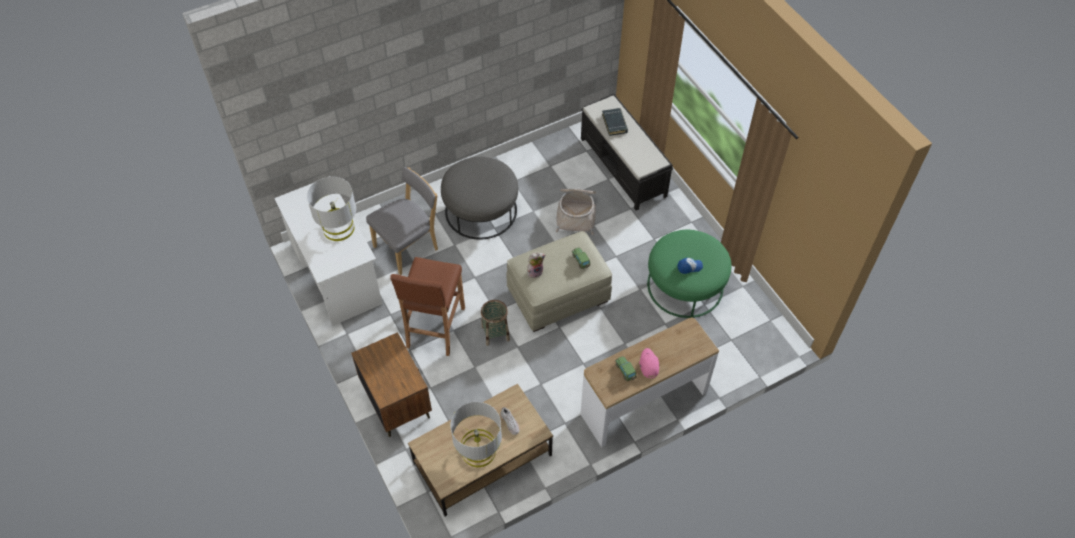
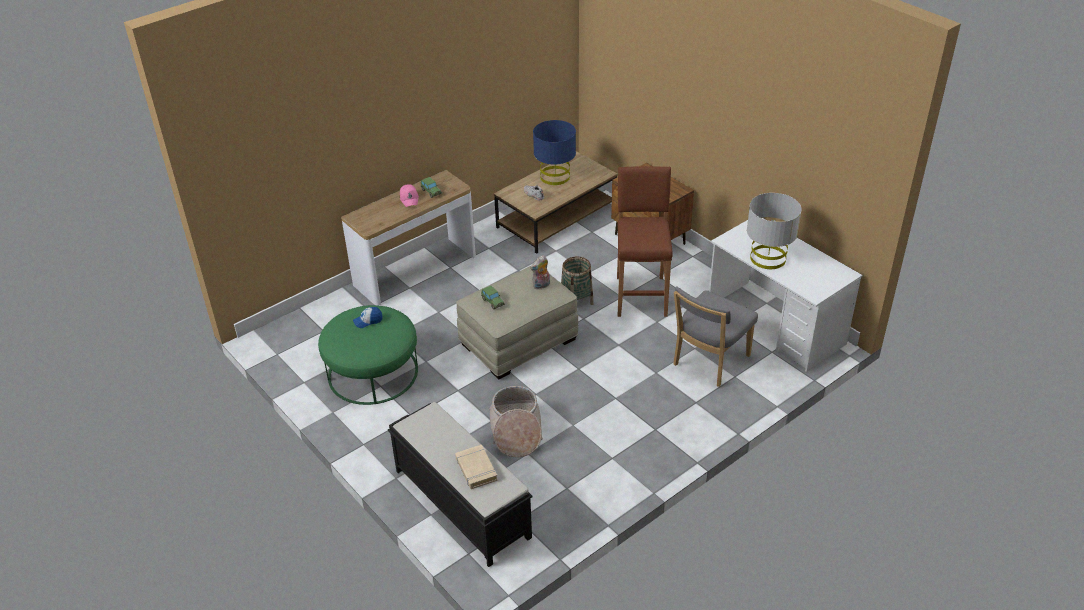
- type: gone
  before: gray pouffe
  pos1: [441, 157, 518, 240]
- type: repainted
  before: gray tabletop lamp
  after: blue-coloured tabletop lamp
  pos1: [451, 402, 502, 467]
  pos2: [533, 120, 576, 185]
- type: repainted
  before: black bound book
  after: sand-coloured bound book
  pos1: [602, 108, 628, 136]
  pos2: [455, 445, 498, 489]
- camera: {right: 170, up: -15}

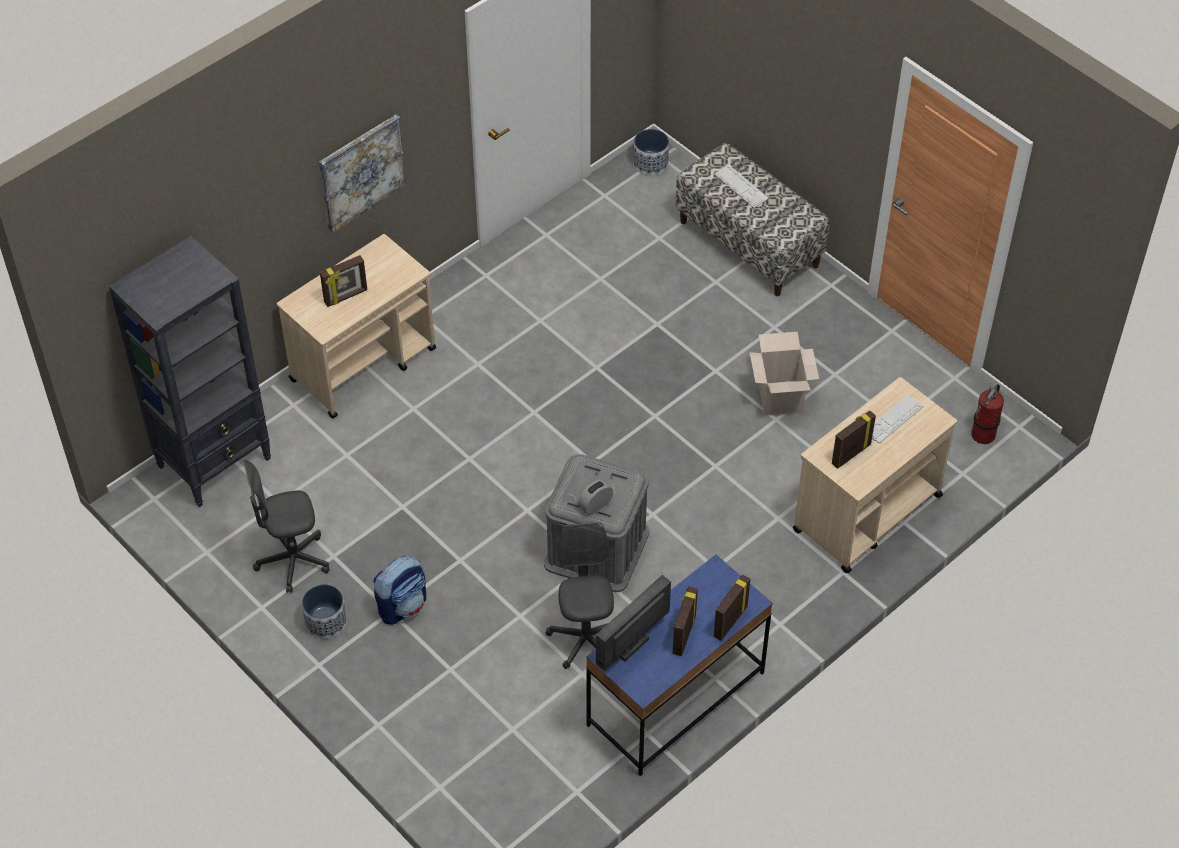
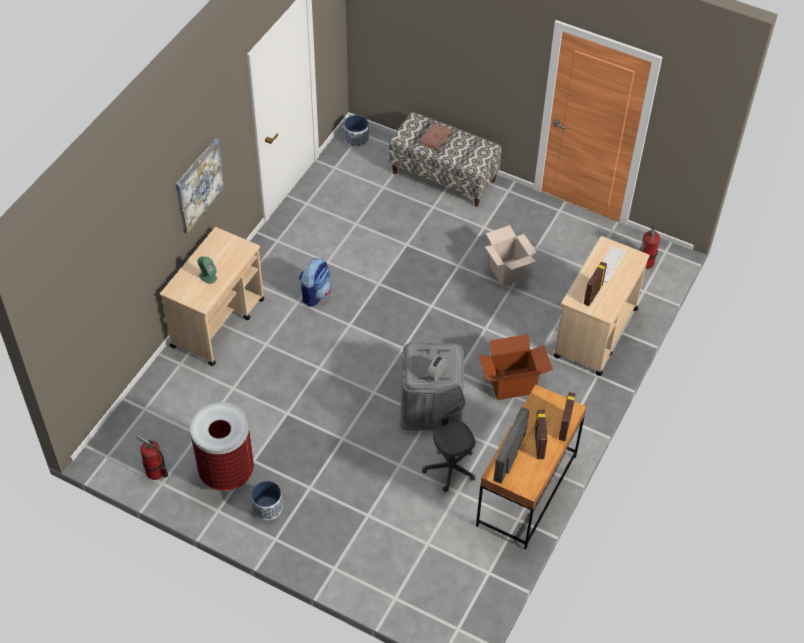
- type: gone
  before: black shelving unit
  pos1: [109, 236, 271, 507]
- type: new
  after: fire extinguisher
  pos2: [136, 434, 168, 480]
- type: new
  after: carton
  pos2: [478, 334, 553, 400]
- type: shifted
  before: knapsack
  pos1: [373, 556, 426, 625]
  pos2: [299, 258, 331, 307]
- type: swapped
  before: gray office chair
  after: waste bin
  pos1: [244, 460, 329, 593]
  pos2: [190, 402, 254, 491]
- type: swapped
  before: standing frame
  after: green-coloured speaker
  pos1: [320, 255, 367, 307]
  pos2: [198, 257, 217, 284]
- type: swapped
  before: computer keyboard
  after: brown-coloured bound book
  pos1: [714, 165, 769, 208]
  pos2: [418, 122, 453, 151]
- type: repainted
  before: blue-coloured desk unit
  after: brown-coloured desk unit
  pos1: [586, 554, 773, 776]
  pos2: [476, 385, 587, 549]
- camera: {right: -20, up: 0}

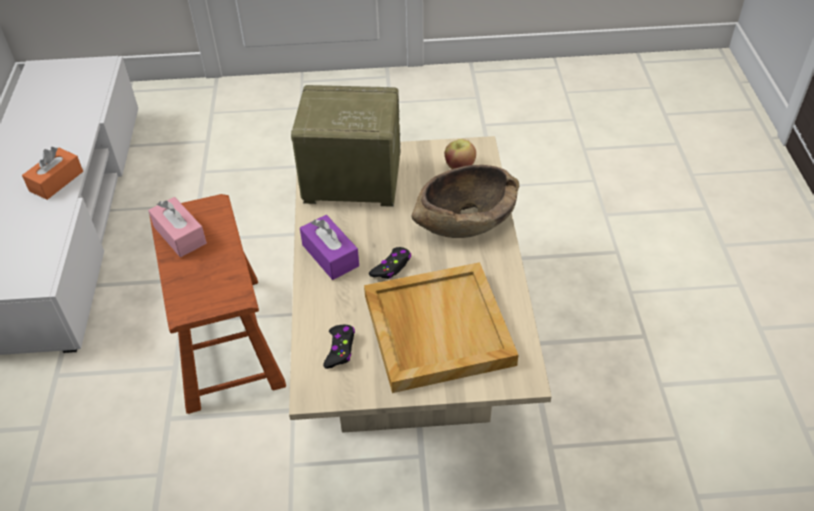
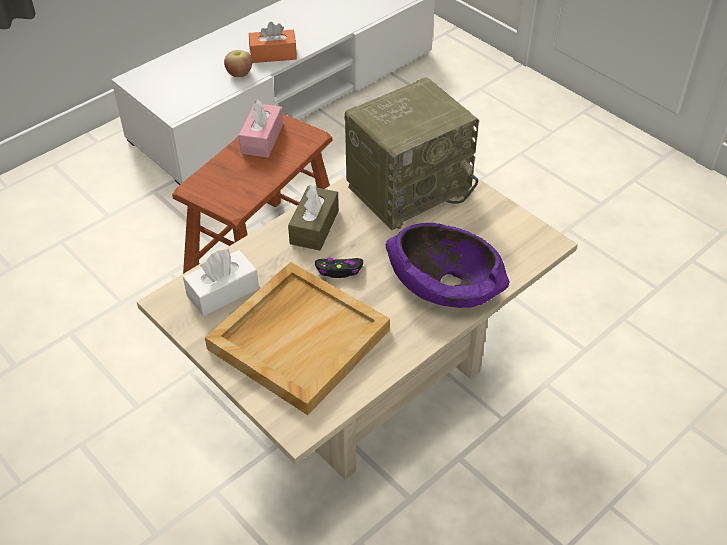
- type: shifted
  before: whole apple
  pos1: [445, 139, 476, 169]
  pos2: [224, 50, 252, 77]
- type: swapped
  before: black game controller
  after: white tissue holder
  pos1: [323, 325, 355, 369]
  pos2: [183, 249, 259, 316]
- type: repainted
  before: purple-coloured tissue holder
  after: brown-coloured tissue holder
  pos1: [300, 215, 359, 280]
  pos2: [288, 185, 339, 251]
- type: repainted
  before: brown-coloured deep dish
  after: purple-coloured deep dish
  pos1: [412, 165, 519, 238]
  pos2: [386, 223, 509, 308]
- type: rotated
  before: radio
  pos1: [291, 85, 400, 207]
  pos2: [345, 77, 479, 230]
  turn: 90
- camera: {right: 50, up: 0}

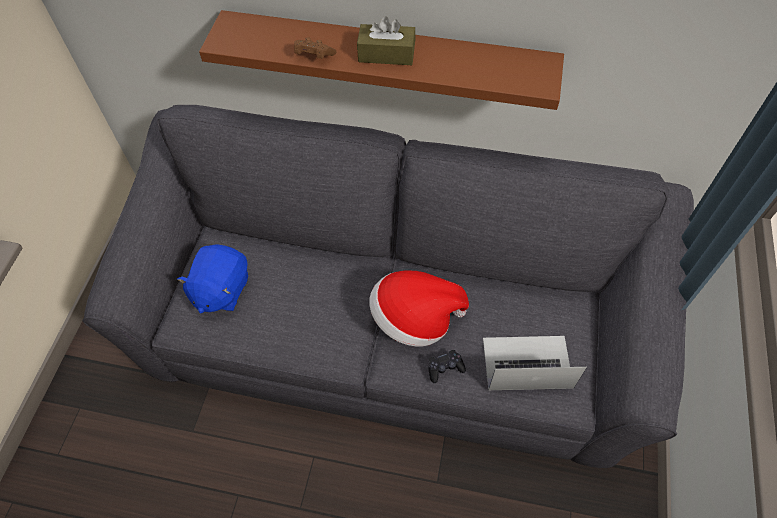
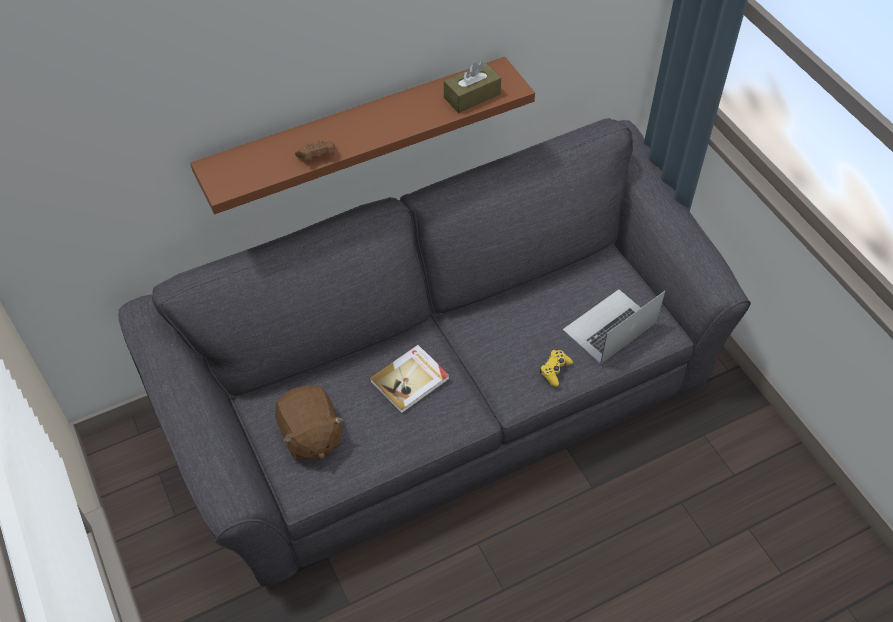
- type: gone
  before: hat
  pos1: [369, 270, 469, 346]
- type: new
  after: bound book
  pos2: [369, 345, 449, 414]
- type: shifted
  before: brown-coloured tissue holder
  pos1: [357, 16, 416, 65]
  pos2: [444, 62, 501, 113]
- type: repainted
  before: blue-coloured cuddly toy
  after: brown-coloured cuddly toy
  pos1: [177, 244, 248, 313]
  pos2: [275, 385, 344, 461]
- type: repainted
  before: black game controller
  after: yellow game controller
  pos1: [428, 350, 466, 383]
  pos2: [540, 350, 573, 387]
- camera: {right: -40, up: -5}

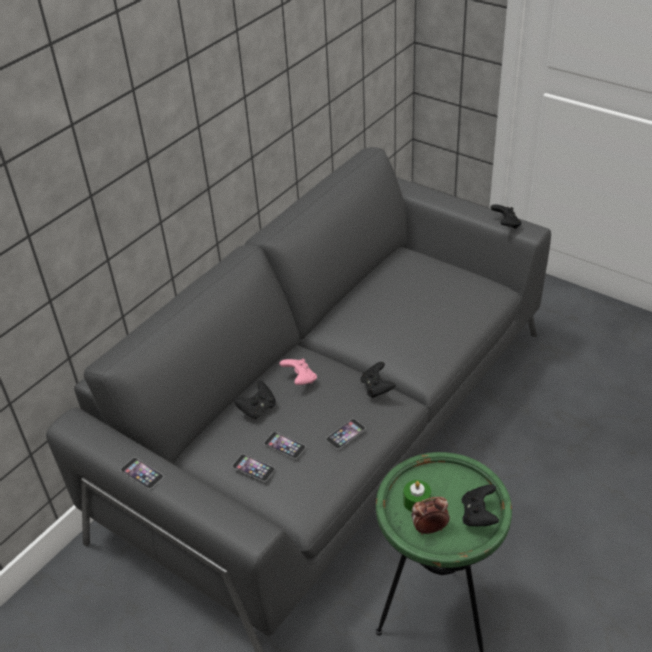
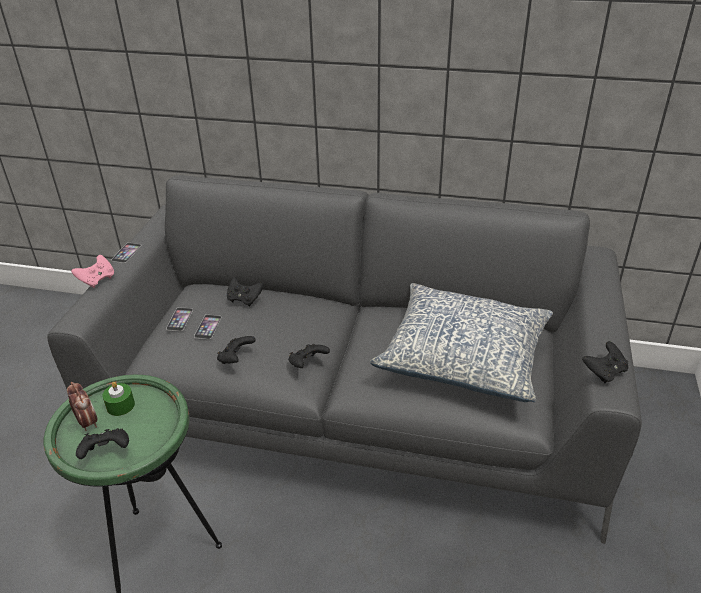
- type: new
  after: cushion
  pos2: [370, 283, 553, 402]
- type: shifted
  before: pink-coloured game controller
  pos1: [279, 358, 317, 385]
  pos2: [71, 255, 114, 288]
- type: swapped
  before: phone
  after: black game controller
  pos1: [326, 419, 366, 449]
  pos2: [217, 336, 256, 364]
- camera: {right: 65, up: -5}

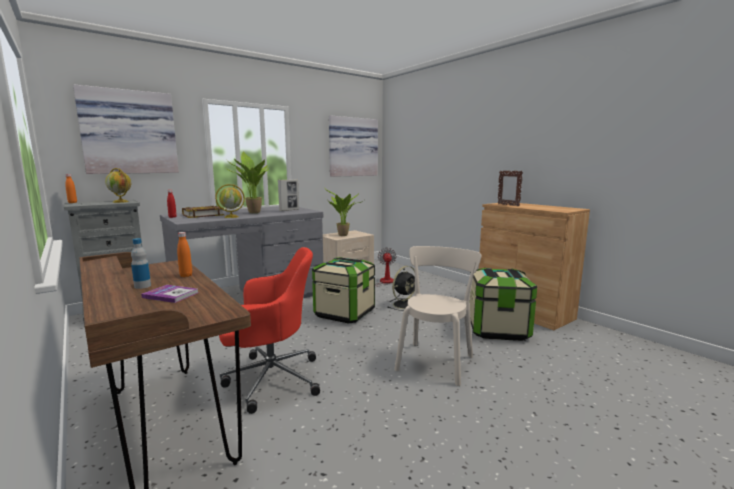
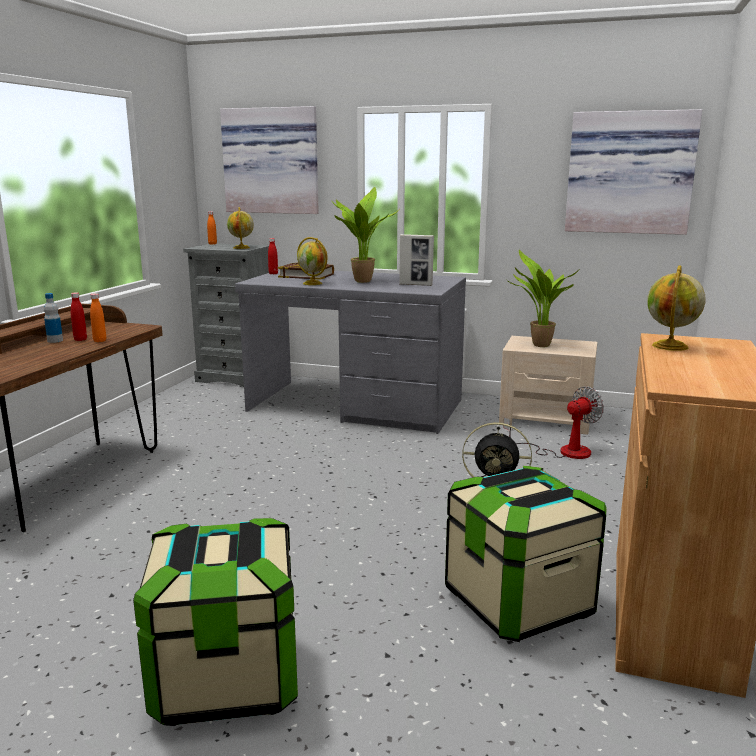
- type: gone
  before: bound book
  pos1: [141, 285, 198, 303]
- type: gone
  before: red office chair
  pos1: [219, 247, 320, 414]
- type: gone
  before: sand-coloured chair
  pos1: [394, 246, 481, 386]
- type: new
  after: red bottle
  pos2: [71, 292, 87, 341]
- type: shifted
  before: storage bin
  pos1: [312, 257, 375, 324]
  pos2: [133, 518, 298, 726]
- type: swapped
  before: standing frame
  after: globe
  pos1: [498, 171, 523, 207]
  pos2: [647, 265, 705, 351]
- camera: {right: 55, up: 5}

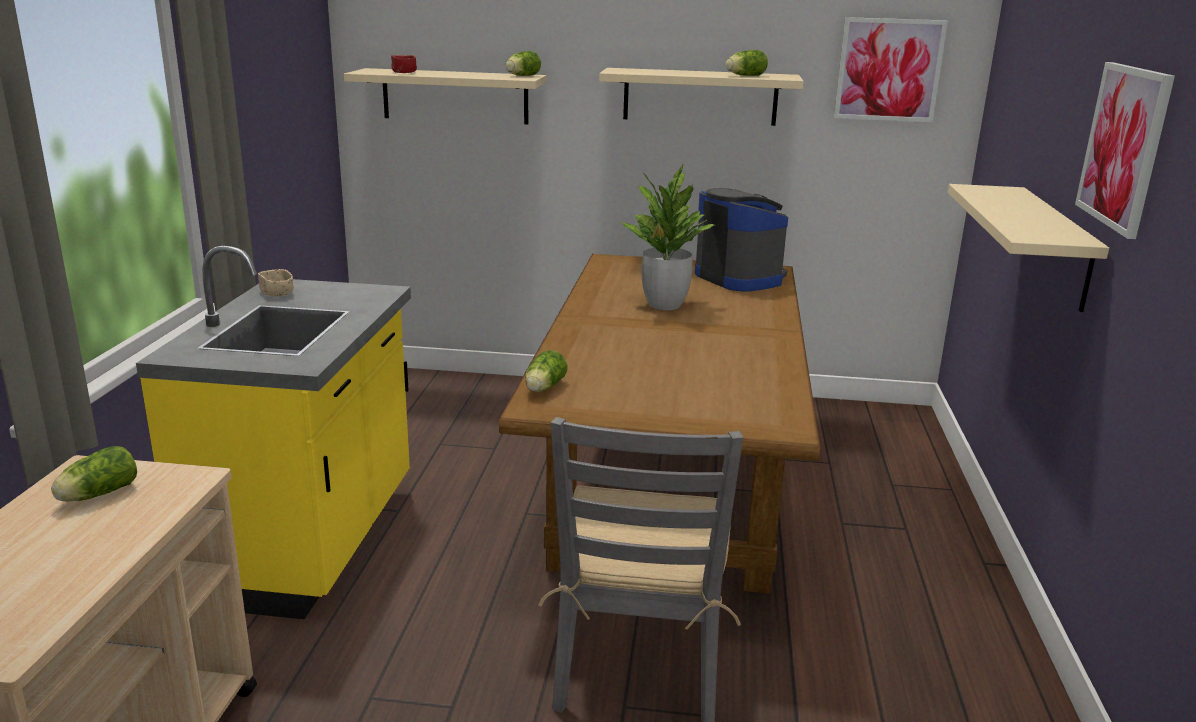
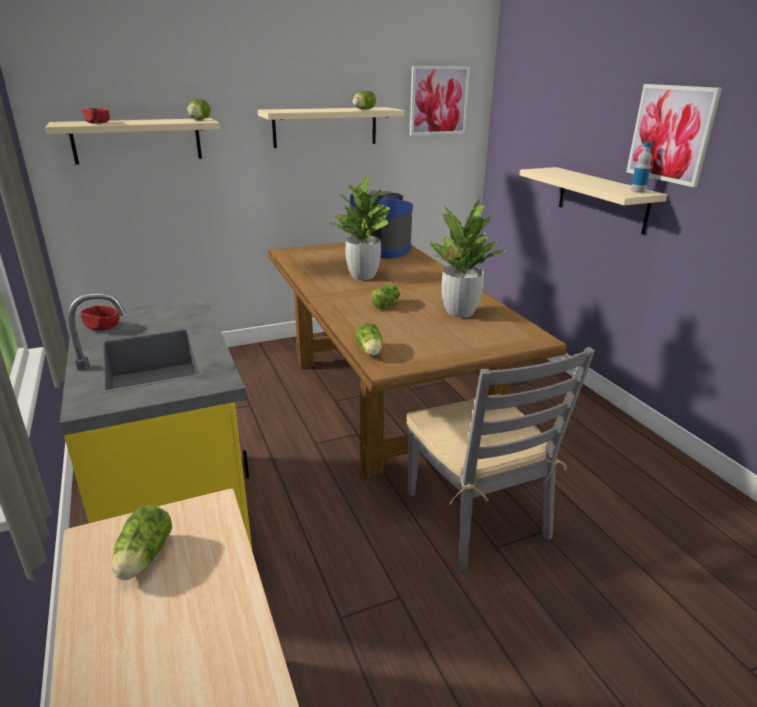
- type: new
  after: lettuce head
  pos2: [371, 284, 401, 309]
- type: new
  after: potted plant
  pos2: [430, 197, 506, 318]
- type: new
  after: bottle
  pos2: [630, 142, 652, 193]
- type: repainted
  before: sand-coloured deep dish
  after: red deep dish
  pos1: [258, 269, 294, 296]
  pos2: [80, 305, 120, 331]
- camera: {right: -30, up: 5}

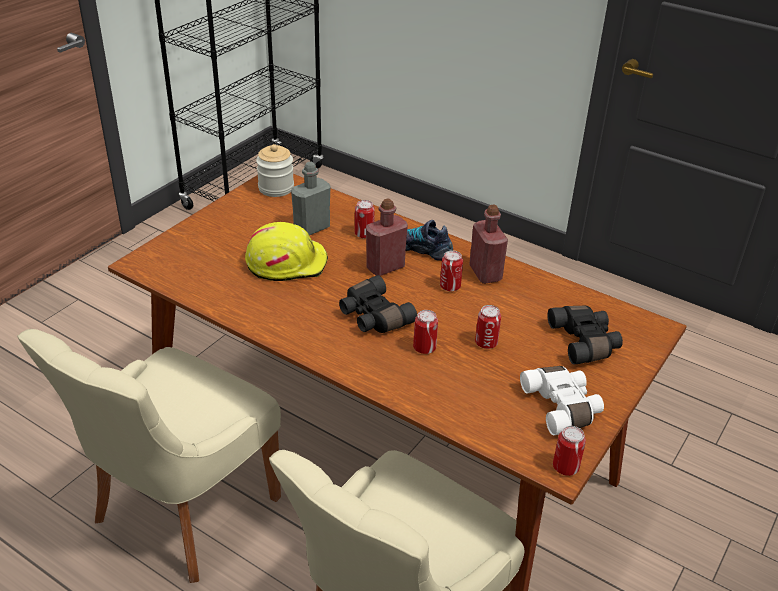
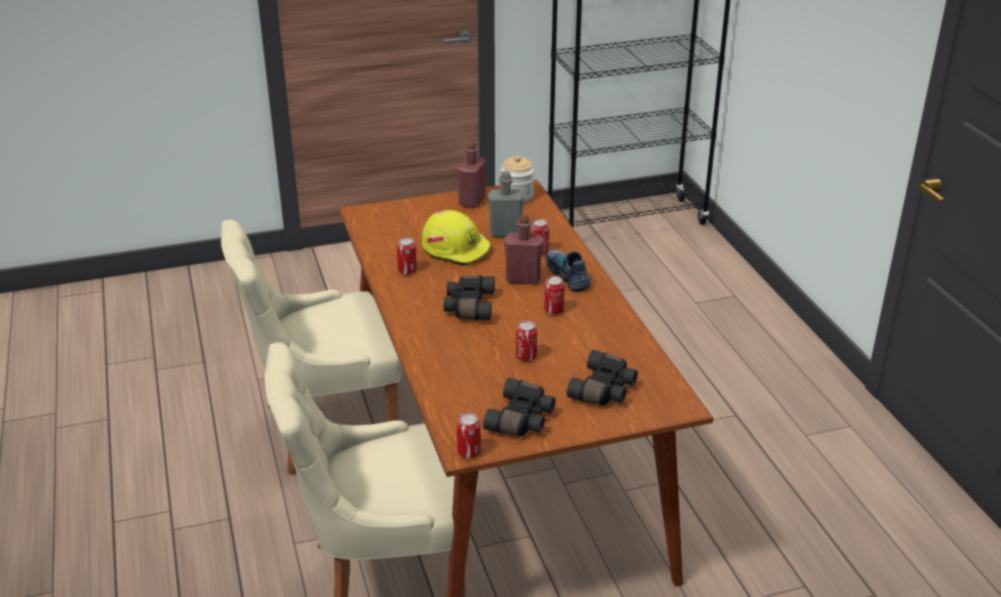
- type: shifted
  before: can
  pos1: [413, 310, 438, 354]
  pos2: [397, 238, 417, 274]
- type: shifted
  before: red bottle
  pos1: [469, 205, 508, 284]
  pos2: [458, 141, 486, 208]
- type: repainted
  before: white pair of binoculars
  after: black pair of binoculars
  pos1: [520, 366, 604, 435]
  pos2: [483, 378, 555, 436]
- camera: {right: 40, up: -5}

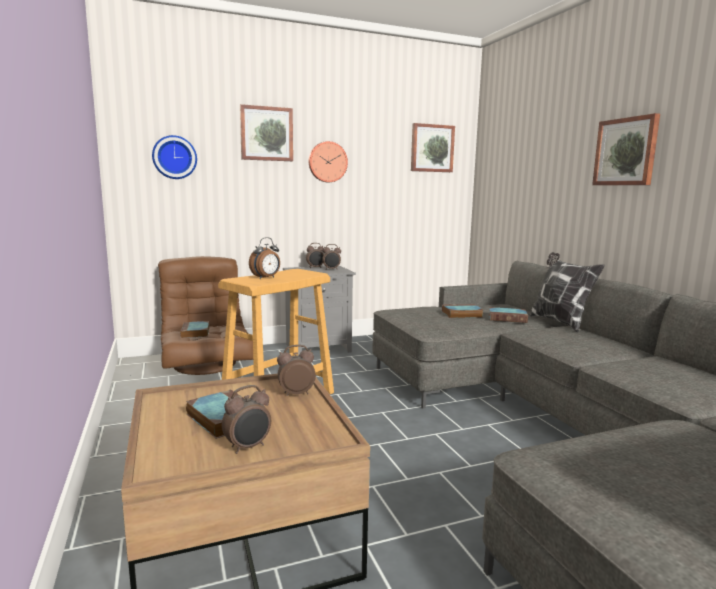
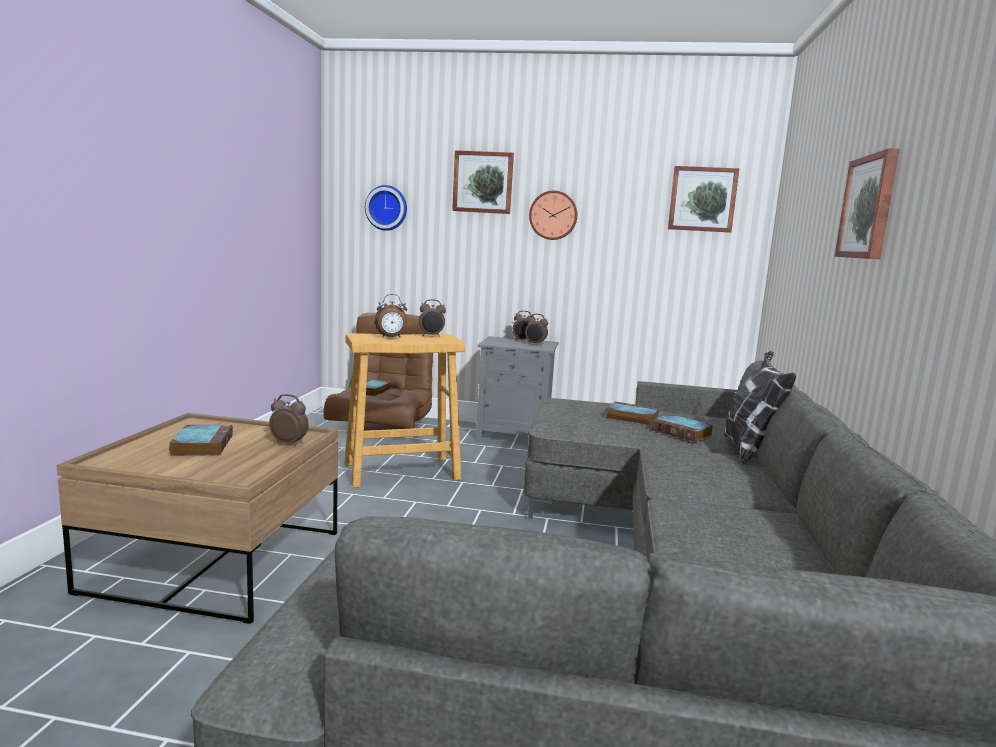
- type: shifted
  before: alarm clock
  pos1: [222, 385, 271, 454]
  pos2: [419, 299, 446, 337]
- camera: {right: 30, up: 0}

